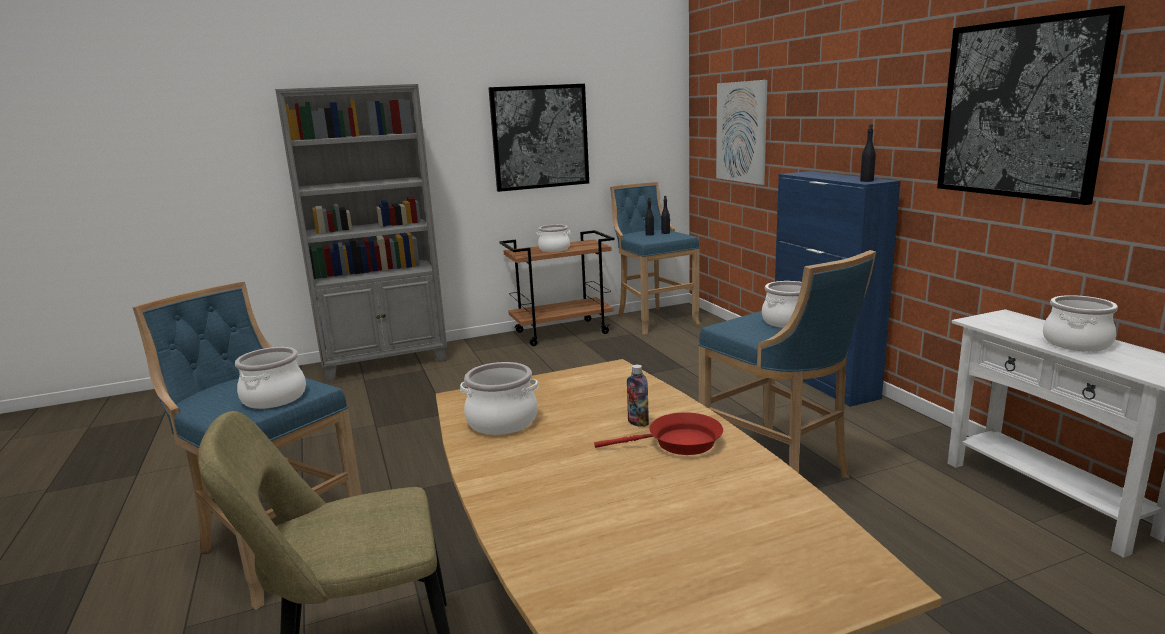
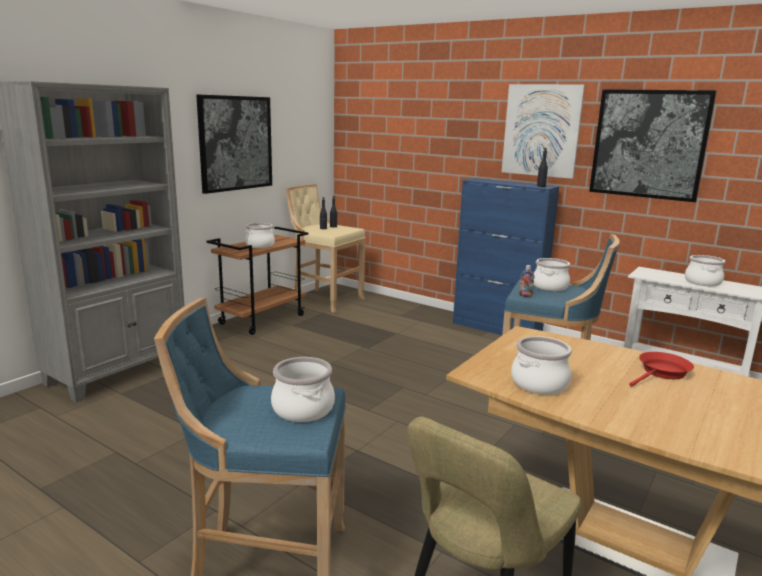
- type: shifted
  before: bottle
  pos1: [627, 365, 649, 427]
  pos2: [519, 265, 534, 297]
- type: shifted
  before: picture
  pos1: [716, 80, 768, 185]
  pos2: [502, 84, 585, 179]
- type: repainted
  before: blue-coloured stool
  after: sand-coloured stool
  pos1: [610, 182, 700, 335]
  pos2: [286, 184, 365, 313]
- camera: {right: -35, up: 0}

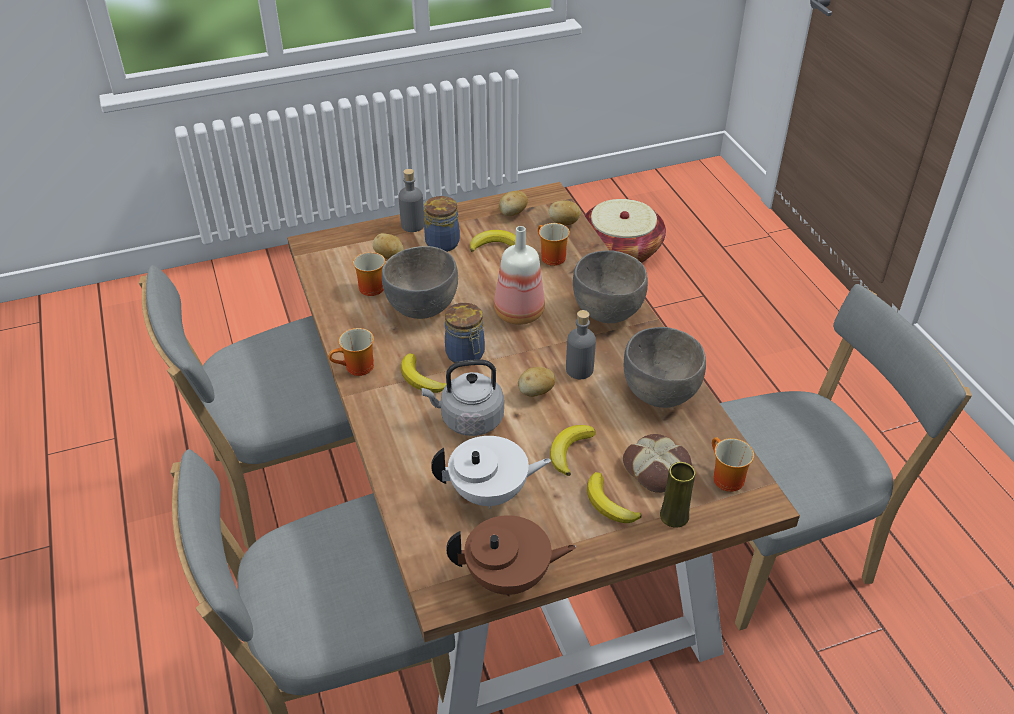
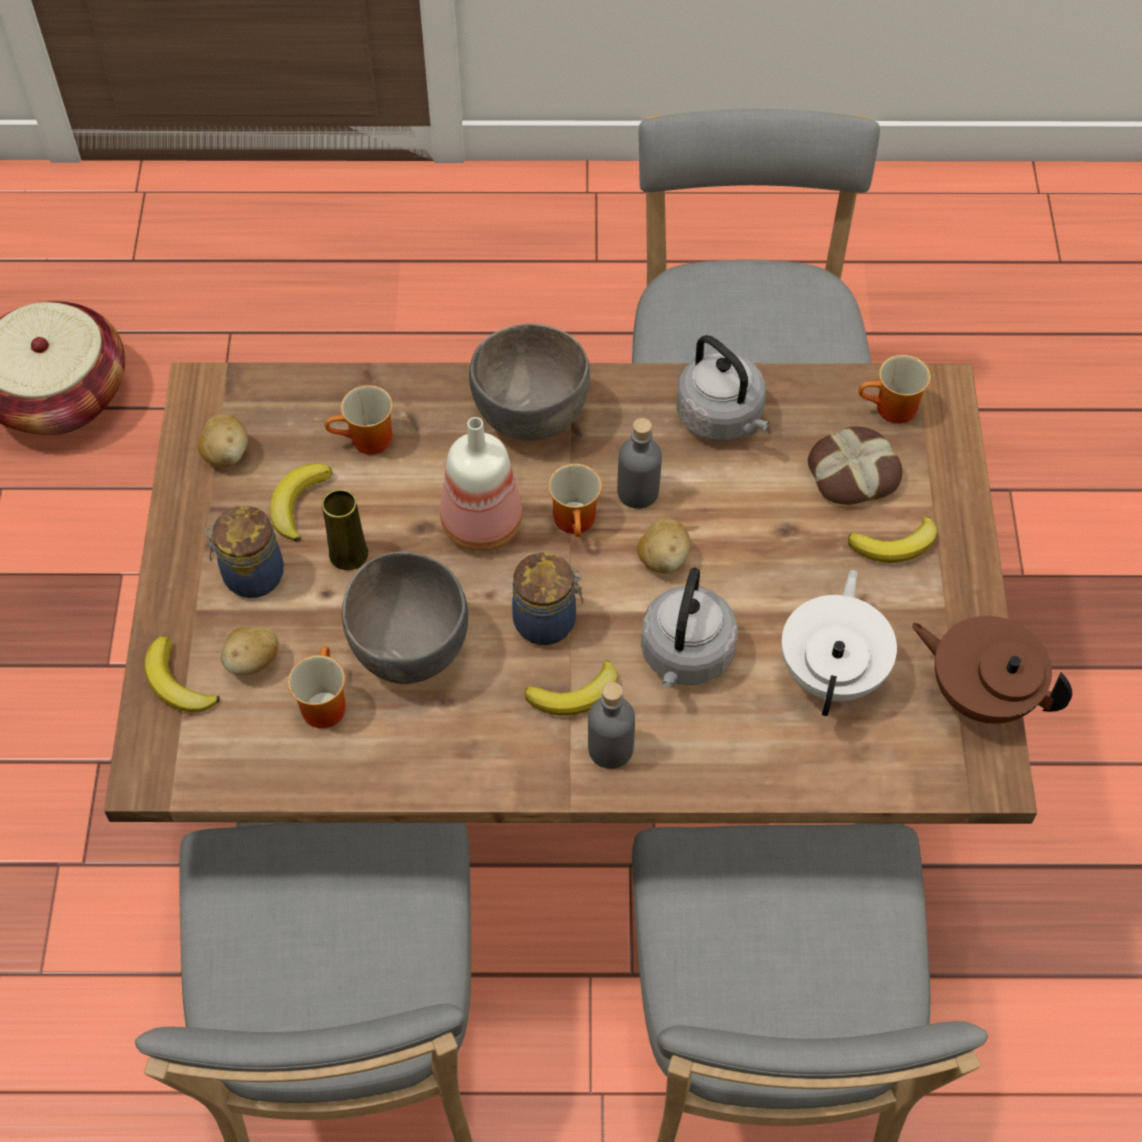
- type: gone
  before: whole potato
  pos1: [549, 200, 581, 225]
- type: shifted
  before: coffee mug
  pos1: [329, 328, 374, 376]
  pos2: [548, 464, 602, 537]
- type: shifted
  before: gray bottle
  pos1: [399, 169, 425, 232]
  pos2: [588, 682, 635, 769]
- type: shifted
  before: whole banana
  pos1: [550, 425, 596, 476]
  pos2: [144, 636, 220, 712]
- type: shifted
  before: yellow flower vase
  pos1: [660, 462, 695, 528]
  pos2: [322, 489, 368, 570]
- type: swapped
  before: gray deep dish
  after: gray kettle
  pos1: [624, 327, 706, 408]
  pos2: [676, 335, 770, 441]
- type: rotated
  before: brown-coloured teapot
  pos1: [447, 515, 576, 596]
  pos2: [911, 616, 1072, 724]
  turn: -75
- camera: {right: -70, up: 15}

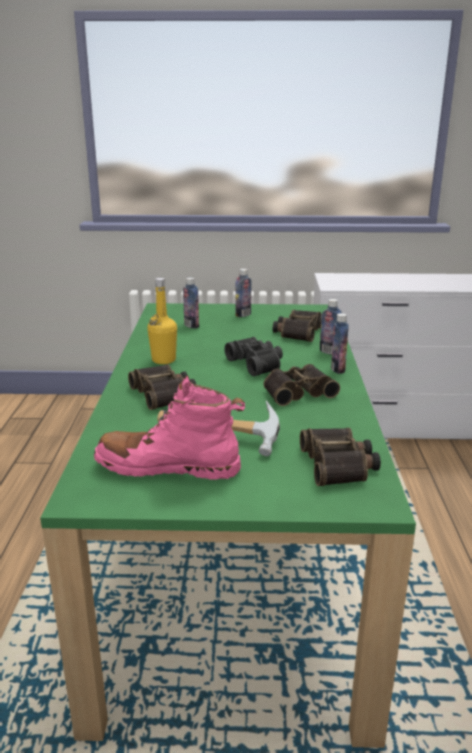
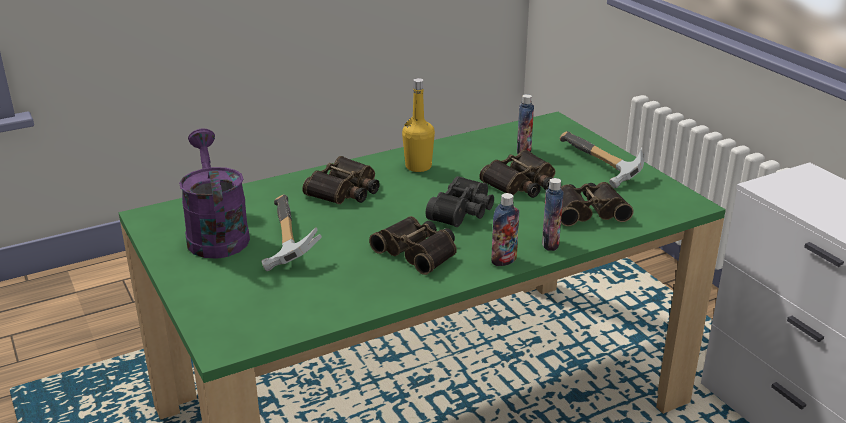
- type: shifted
  before: pair of binoculars
  pos1: [300, 428, 381, 486]
  pos2: [479, 150, 555, 198]
- type: swapped
  before: pink-coloured high-top boot
  after: purple-coloured watering pot
  pos1: [94, 376, 245, 480]
  pos2: [179, 129, 250, 259]
- type: swapped
  before: bottle
  after: tool hammer
  pos1: [235, 269, 251, 317]
  pos2: [560, 131, 645, 188]
- camera: {right: 60, up: 5}

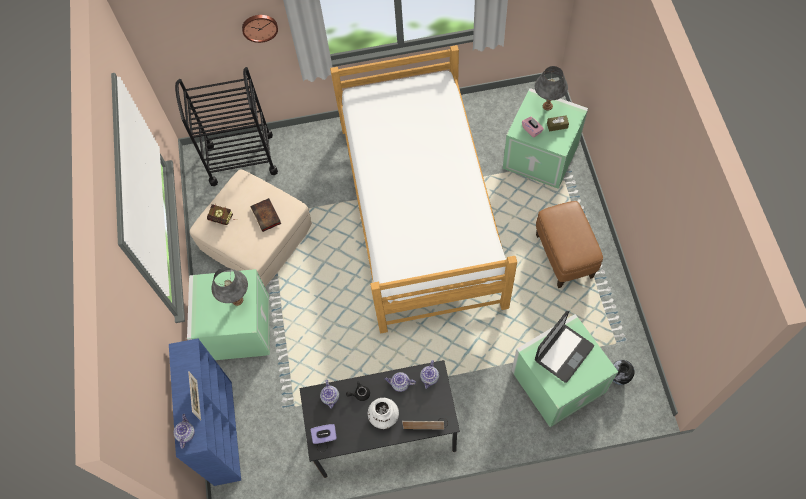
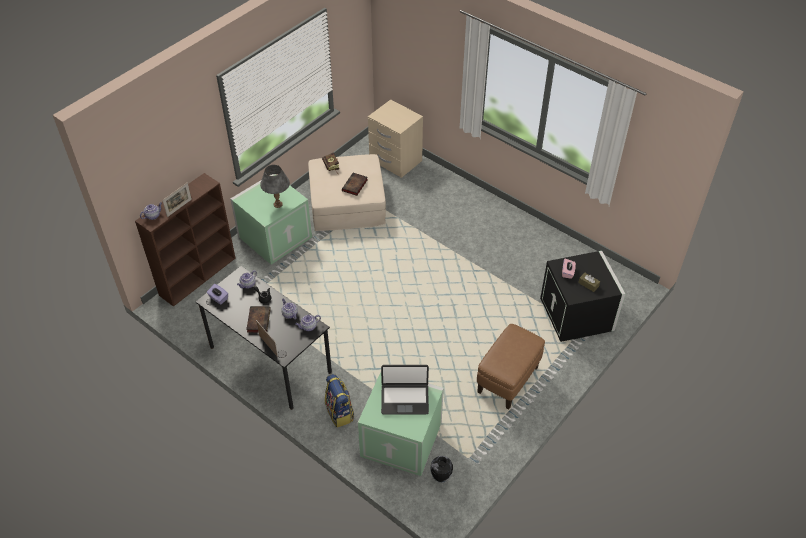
- type: gone
  before: hanging clock
  pos1: [242, 15, 278, 43]
- type: gone
  before: bed
  pos1: [330, 45, 517, 333]
- type: gone
  before: gray tabletop lamp
  pos1: [535, 66, 568, 111]
- type: new
  after: knapsack
  pos2: [325, 374, 354, 428]
- type: swapped
  before: black trolley
  after: sand-coloured night table
  pos1: [175, 67, 278, 186]
  pos2: [368, 100, 423, 178]
- type: swapped
  before: white flower vase
  after: bound book
  pos1: [368, 398, 399, 429]
  pos2: [246, 306, 271, 332]
- type: repainted
  before: blue-coloured shelving unit
  after: brown-coloured shelving unit
  pos1: [169, 338, 241, 486]
  pos2: [135, 173, 236, 307]
- type: repainted
  before: green-coloured storage bin
  after: black storage bin
  pos1: [503, 88, 588, 189]
  pos2: [540, 251, 625, 342]
- camera: {right: 45, up: -15}

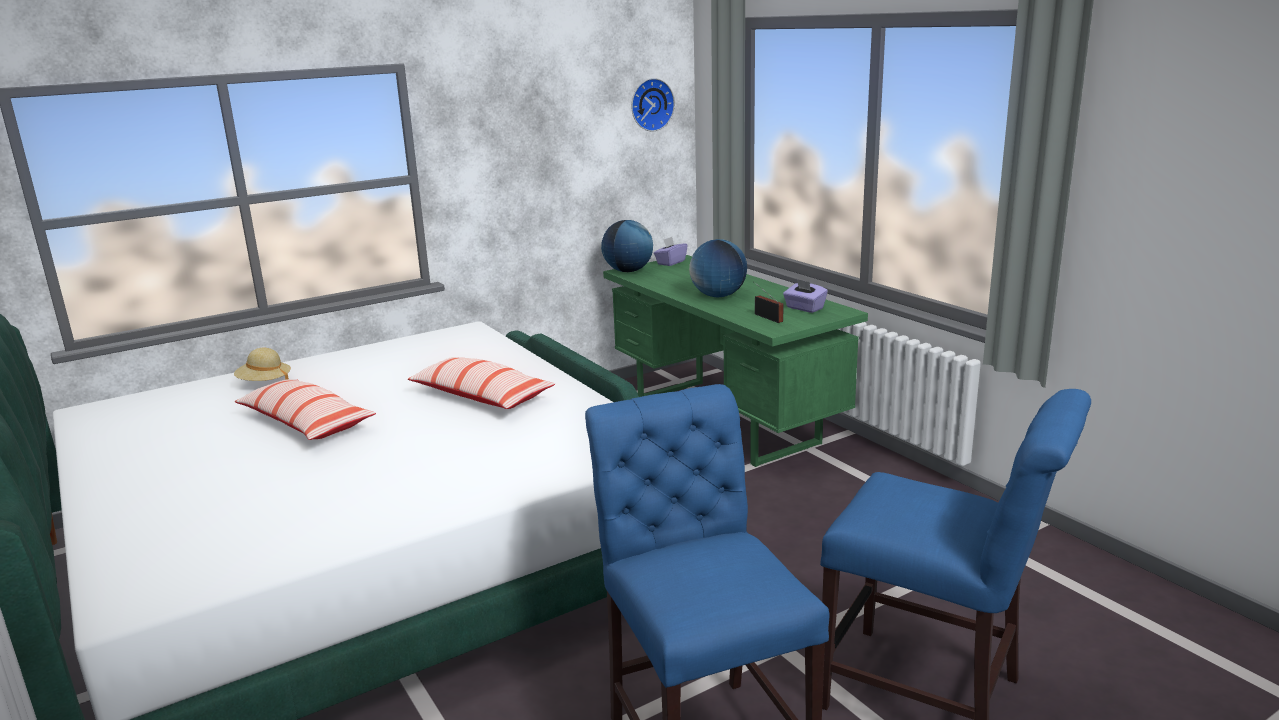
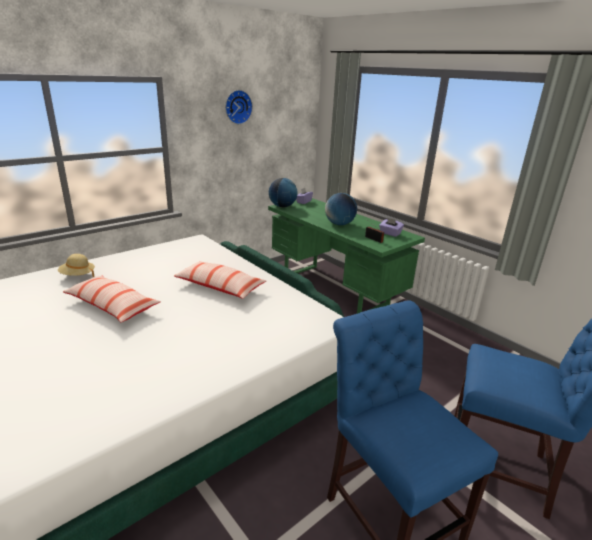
- type: shifted
  before: hanging clock
  pos1: [631, 78, 675, 132]
  pos2: [225, 90, 253, 124]
- camera: {right: -10, up: 5}

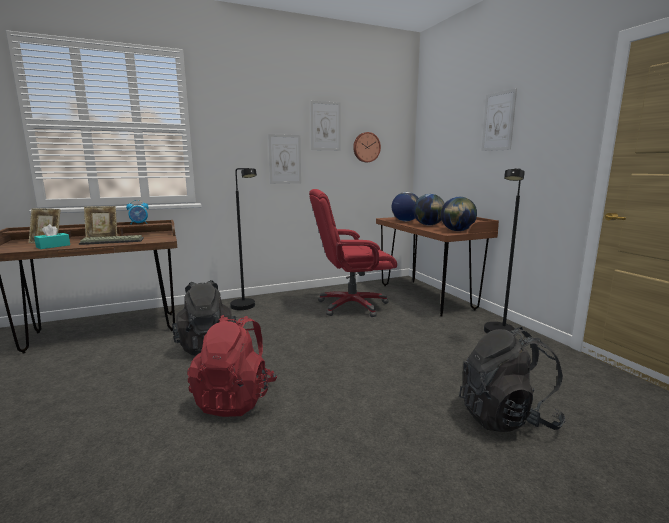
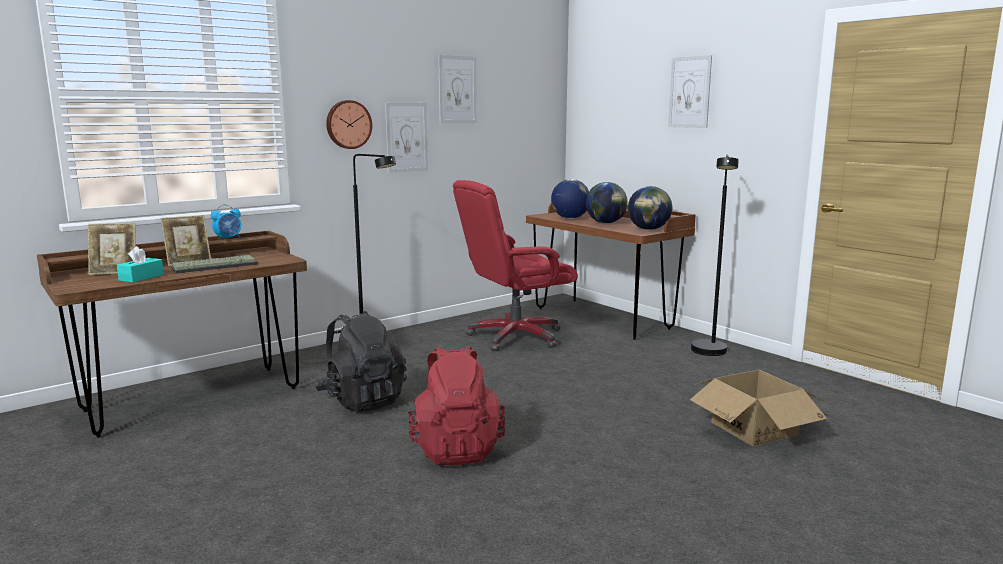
- type: shifted
  before: hanging clock
  pos1: [353, 132, 381, 162]
  pos2: [326, 100, 372, 149]
- type: swapped
  before: black knapsack
  after: carton
  pos1: [459, 327, 566, 432]
  pos2: [690, 370, 827, 446]
- camera: {right: -15, up: 0}

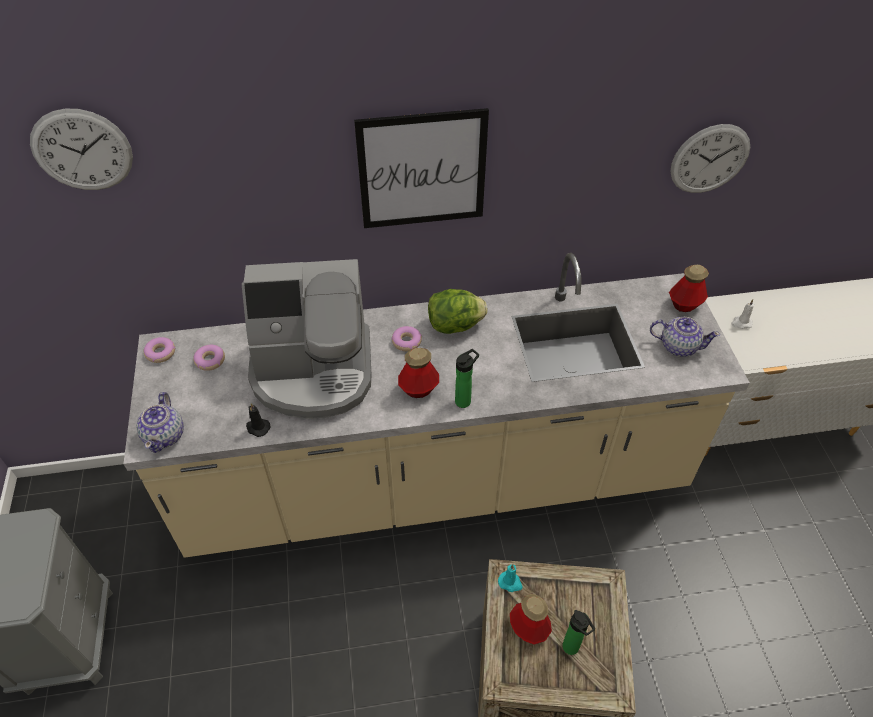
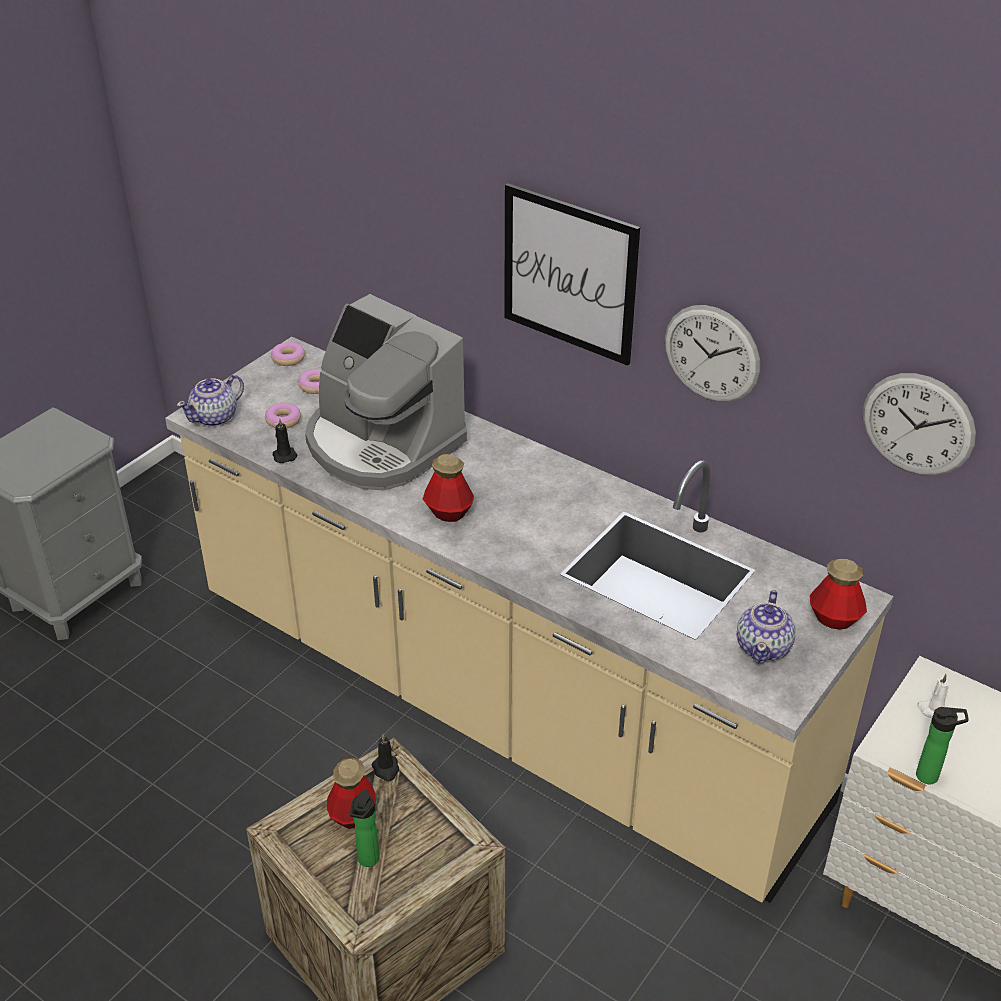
- type: gone
  before: lettuce head
  pos1: [428, 289, 487, 334]
- type: shifted
  before: hanging clock
  pos1: [30, 109, 133, 190]
  pos2: [665, 305, 760, 402]
- type: shifted
  before: doughnut
  pos1: [391, 326, 422, 351]
  pos2: [265, 403, 301, 429]
- type: shifted
  before: bottle
  pos1: [455, 349, 479, 408]
  pos2: [916, 707, 969, 784]
- type: repainted
  before: blue-green wax candle
  after: black wax candle
  pos1: [498, 564, 523, 592]
  pos2: [371, 734, 399, 782]
- type: rotated
  before: teapot
  pos1: [650, 317, 720, 357]
  pos2: [737, 590, 795, 663]
  turn: 45
- camera: {right: 45, up: -10}

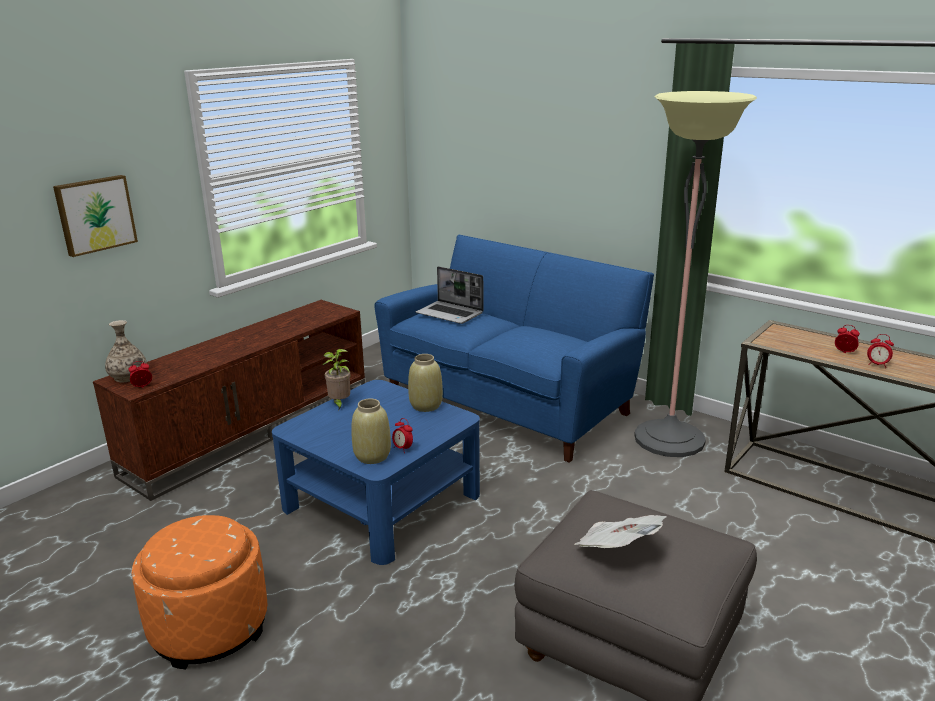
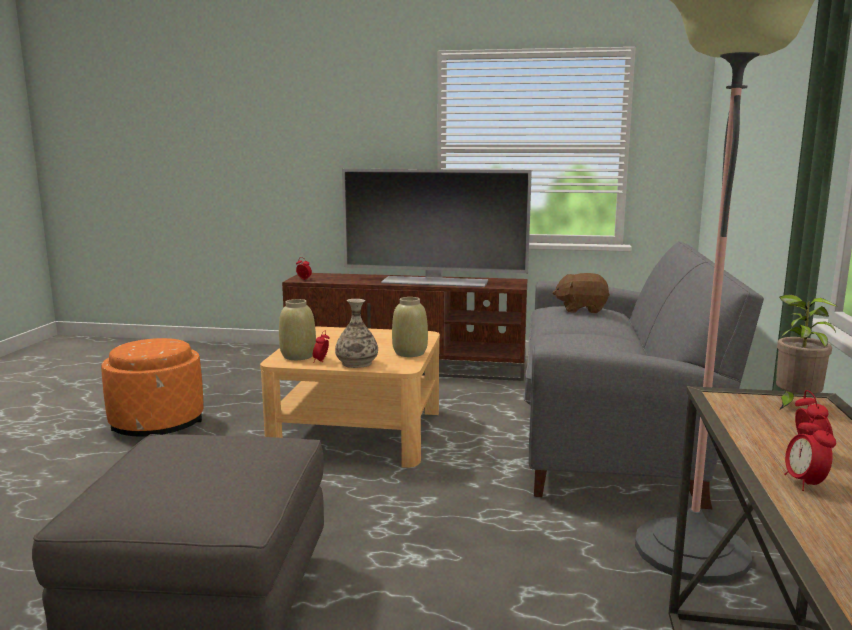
- type: gone
  before: picture
  pos1: [53, 175, 138, 257]
- type: gone
  before: newspaper
  pos1: [574, 515, 667, 548]
- type: new
  after: TV set
  pos2: [342, 169, 532, 287]
- type: shifted
  before: flower vase
  pos1: [105, 320, 147, 382]
  pos2: [335, 299, 378, 368]
- type: shifted
  before: potted plant
  pos1: [323, 349, 350, 409]
  pos2: [776, 295, 838, 410]
- type: swapped
  before: notebook computer
  after: brown-coloured cuddly toy
  pos1: [416, 266, 484, 324]
  pos2: [553, 273, 610, 313]
- type: repainted
  before: blue-coloured lounge table
  after: sand-coloured lounge table
  pos1: [272, 380, 480, 565]
  pos2: [260, 327, 440, 468]
- type: repainted
  before: blue-coloured settee
  after: gray settee
  pos1: [374, 235, 654, 463]
  pos2: [524, 241, 764, 509]
- camera: {right: 60, up: -10}

